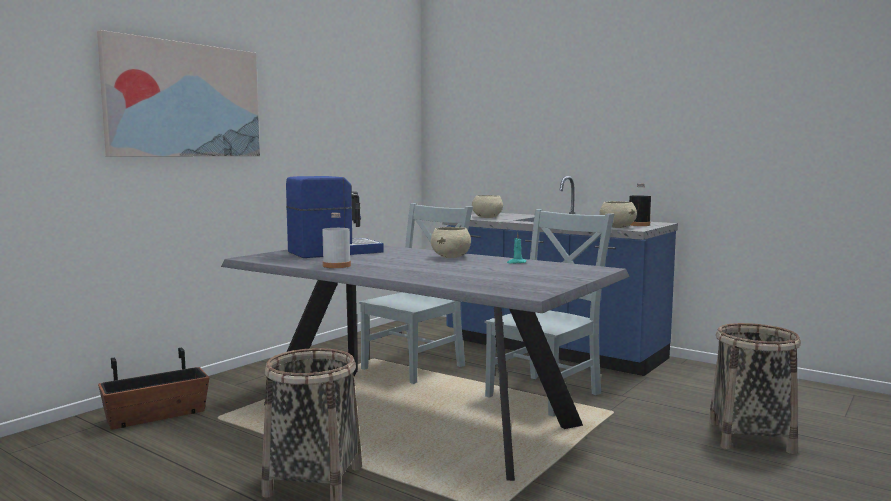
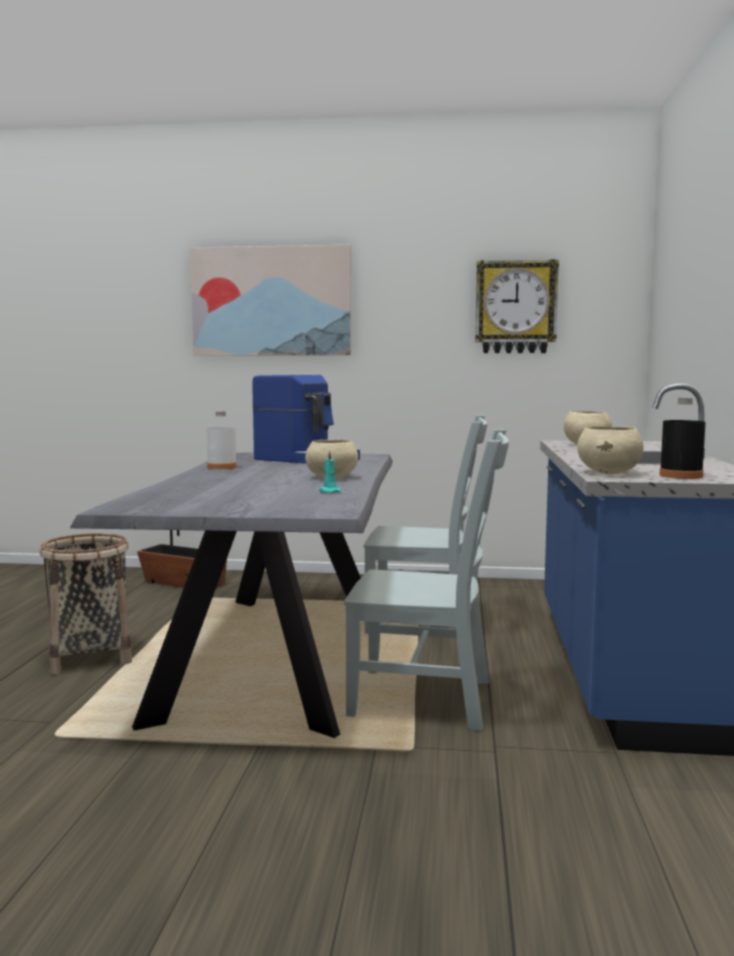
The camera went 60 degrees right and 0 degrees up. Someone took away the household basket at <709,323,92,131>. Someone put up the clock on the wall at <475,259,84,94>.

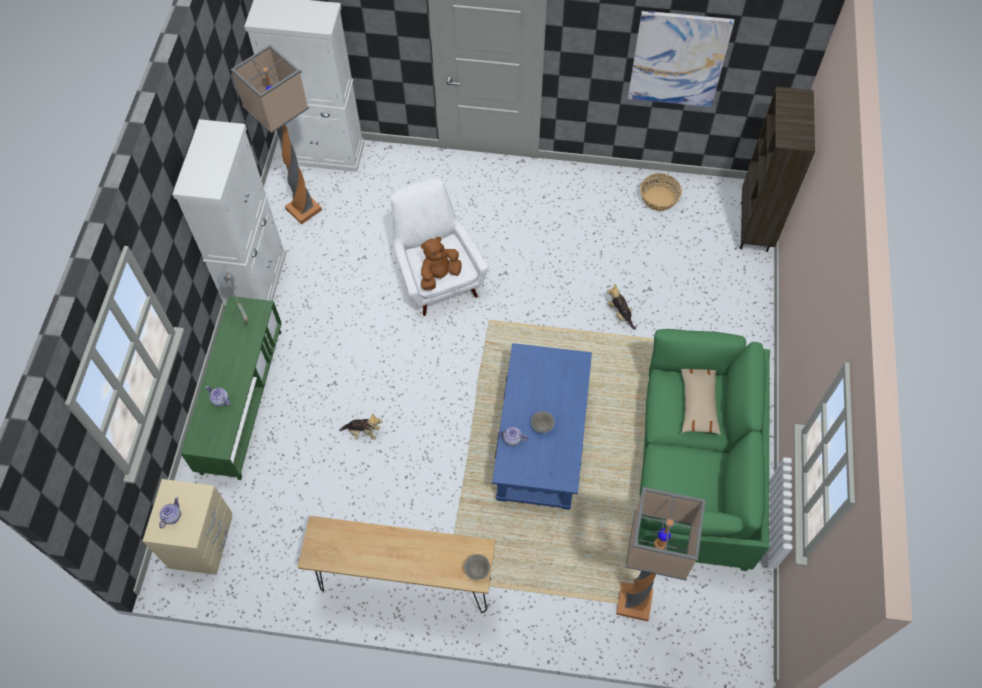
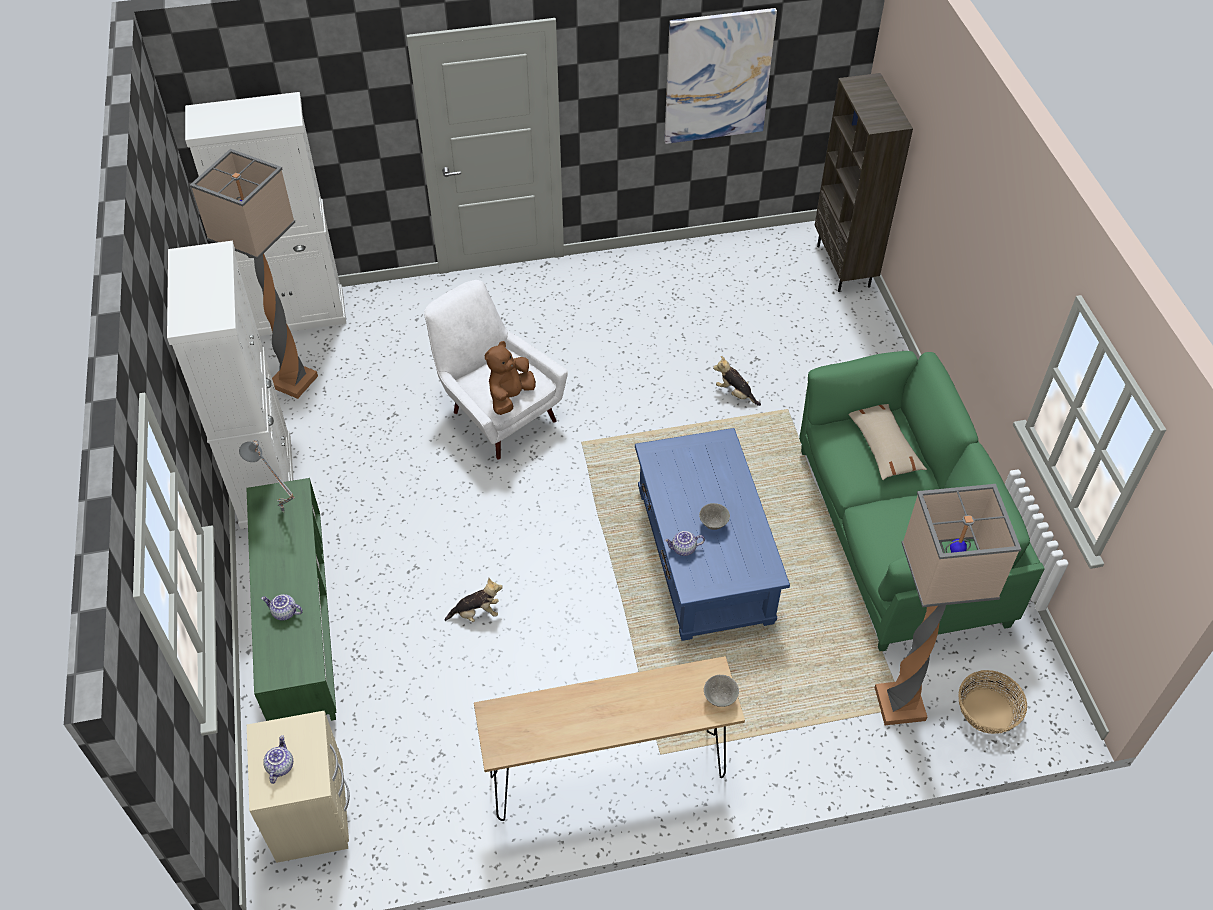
The camera went 20 degrees left and 10 degrees down. Someone carried the household basket from <640,173,42,38> to <959,670,68,64>.

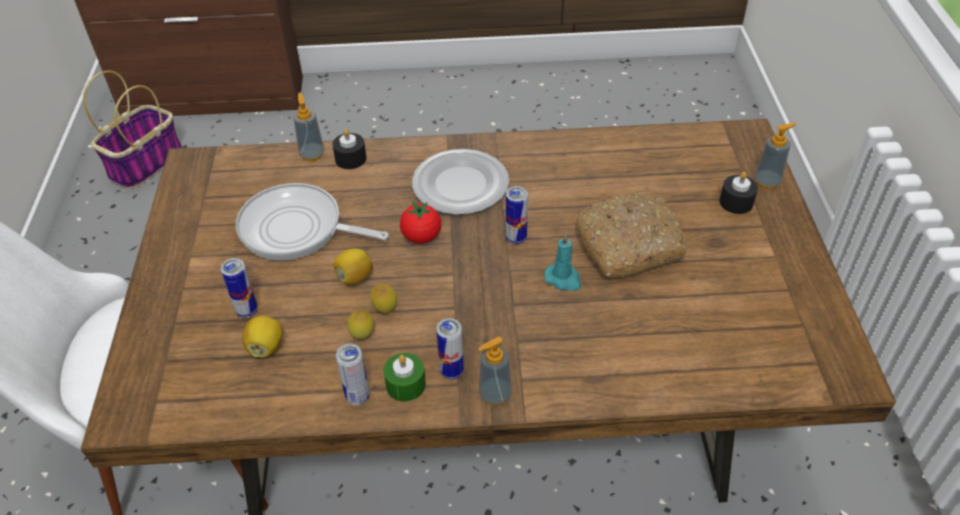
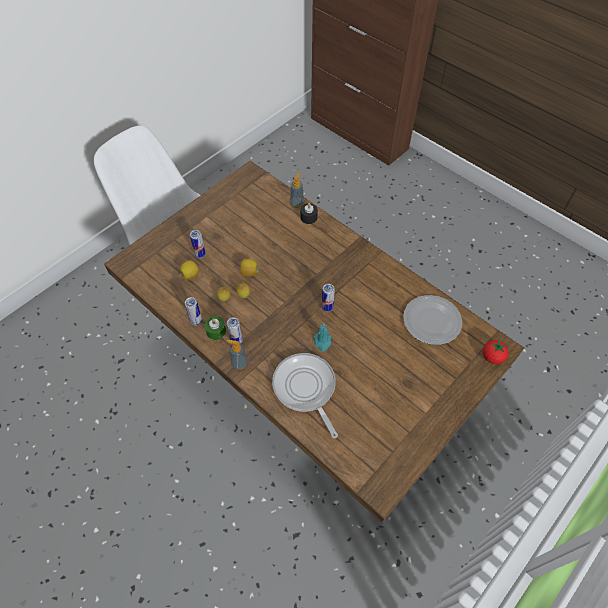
The camera went 45 degrees right and 10 degrees up. Someone took away the household basket at <83,71,99,118>. Someone took away the baked bread at <577,193,110,85>. Someone took away the black-coloured candle at <719,172,39,42>. Someone took away the liquid soap bottle at <754,123,42,66>. Someone carried the frying pan from <236,183,153,77> to <272,353,66,85>. Someone carried the fresh tomato from <400,202,41,42> to <483,339,25,25>. Someone carried the flat dish from <412,149,97,66> to <403,295,59,50>.

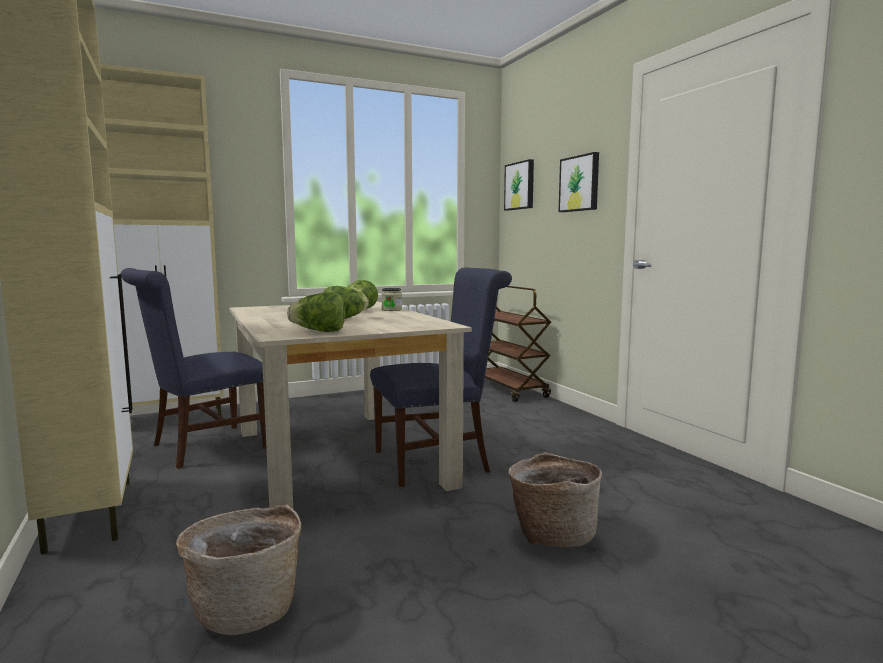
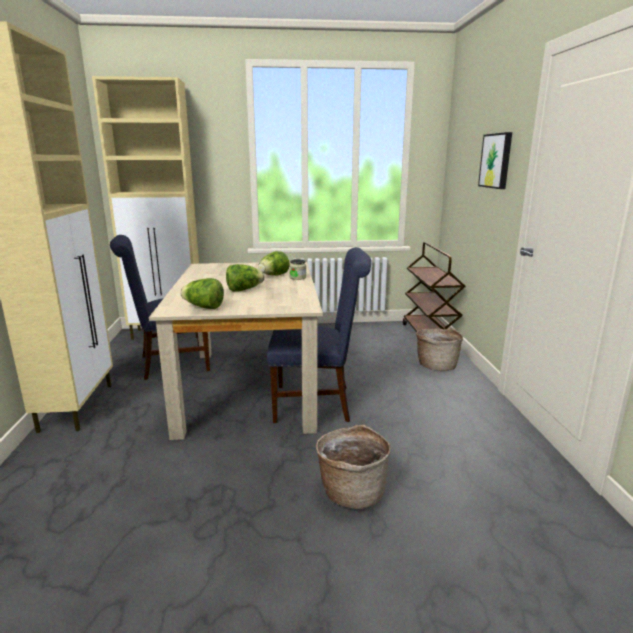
The camera went 20 degrees right and 10 degrees up. Someone took away the wall picture at <504,159,30,52>. Someone carried the household basket from <176,504,125,131> to <416,328,47,43>.

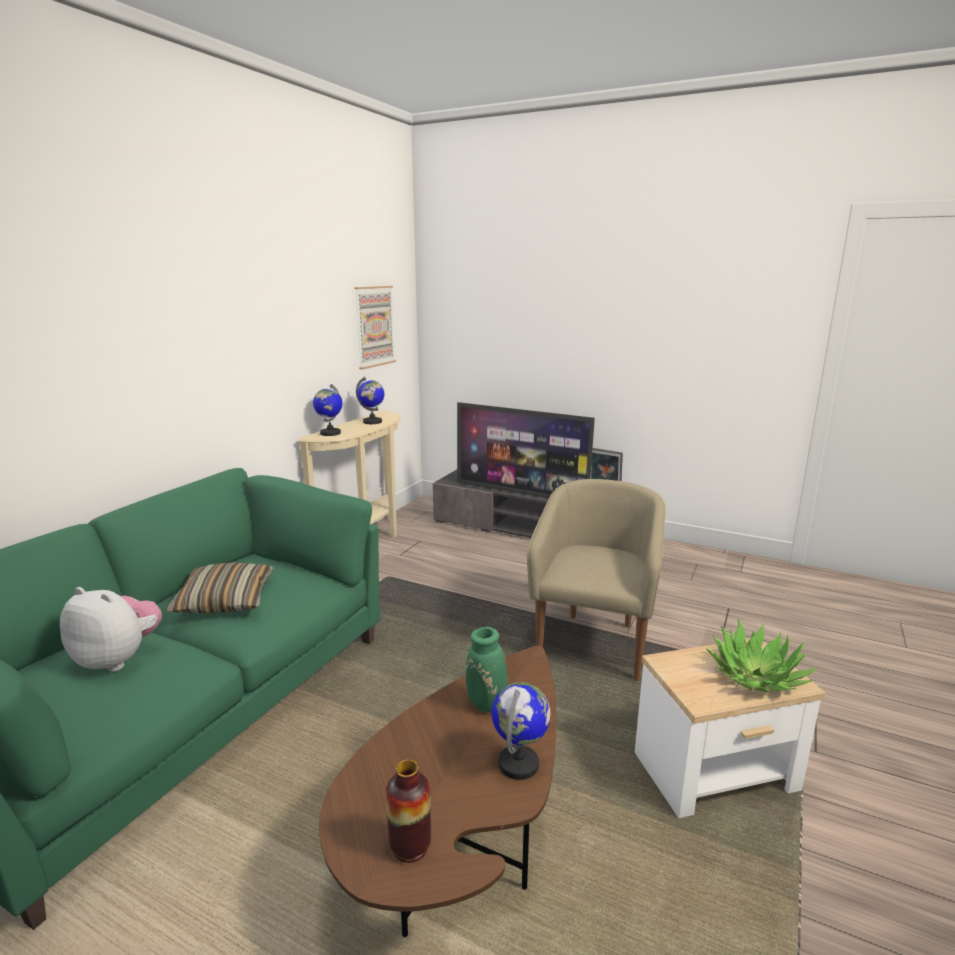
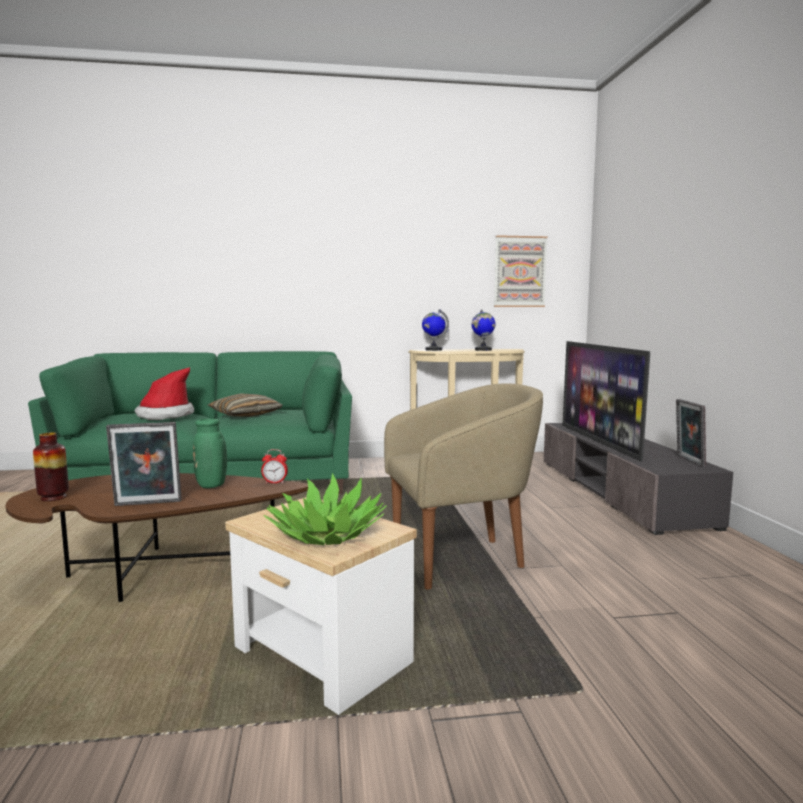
The camera went 55 degrees right and 10 degrees down. Someone put down the table clock at <261,449,27,35>. Someone swapped the cuddly toy at <60,587,102,85> for the clothing hat at <135,367,59,53>. Someone swapped the world globe at <492,682,59,98> for the photo frame at <106,422,76,84>.

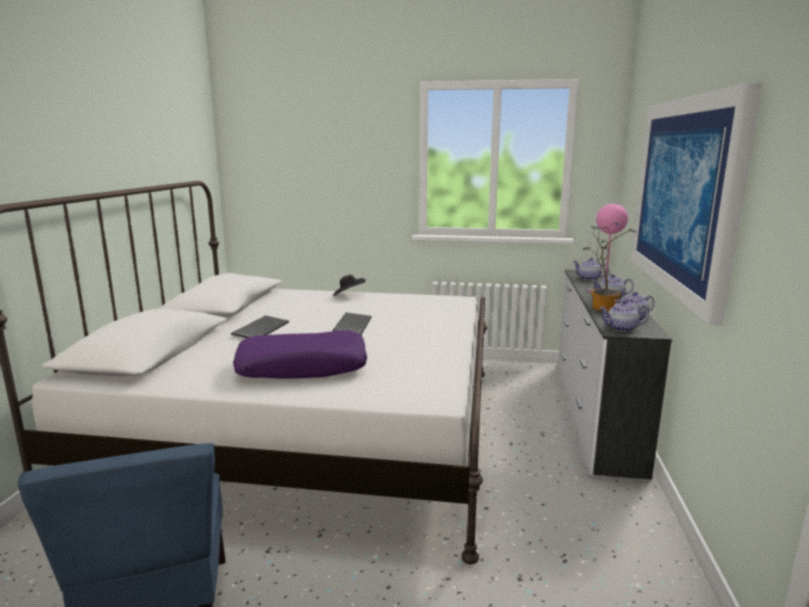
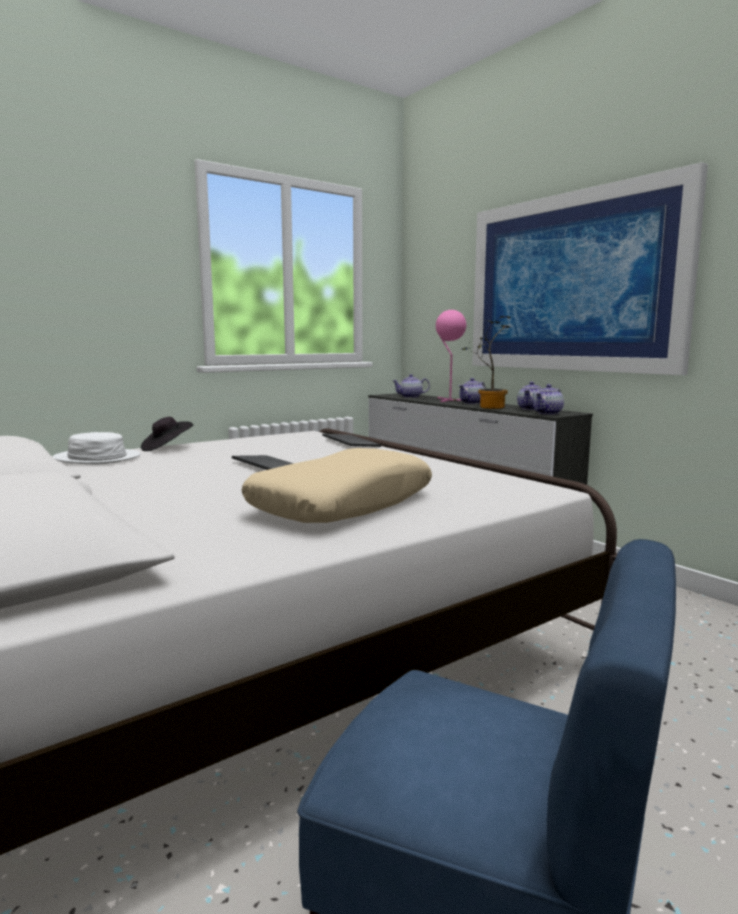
The camera went 45 degrees left and 5 degrees down. Someone put down the whitish clothing hat at <53,432,88,32>. Someone carried the computer keyboard from <231,315,58,23> to <322,434,59,13>. Someone repainted the purple pillow at <233,330,134,49>, which became the sand-coloured pillow at <242,448,190,75>.

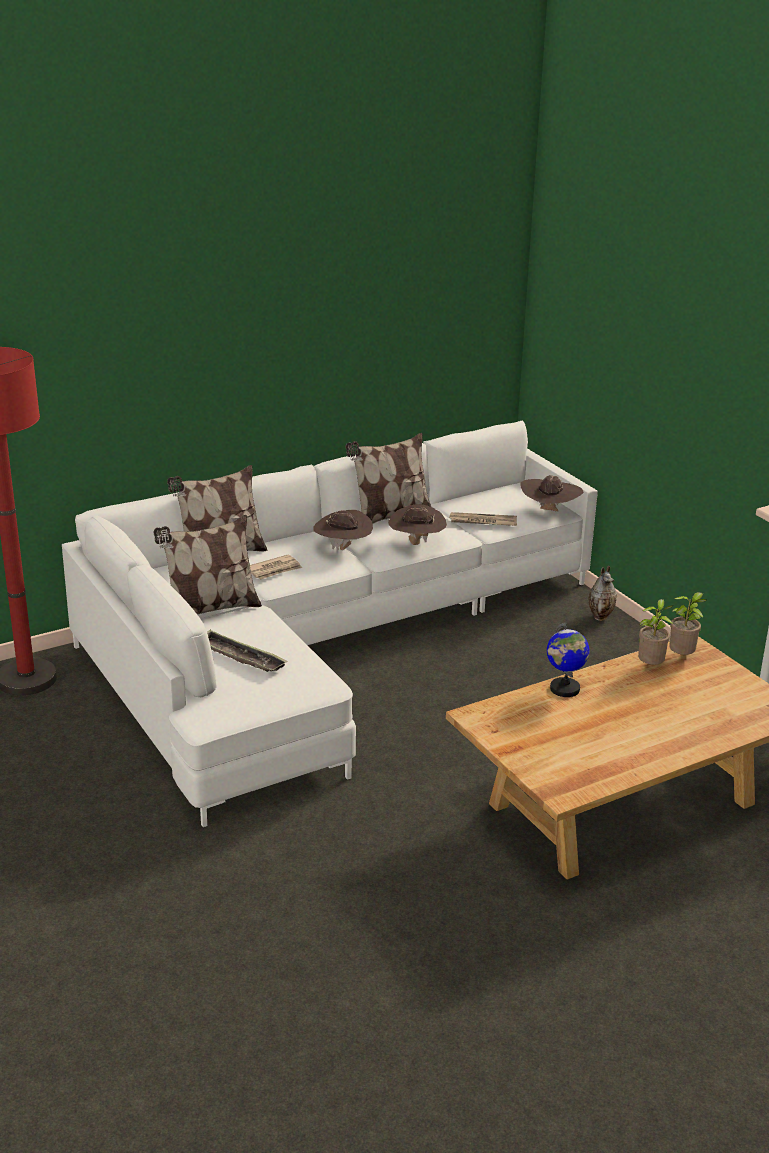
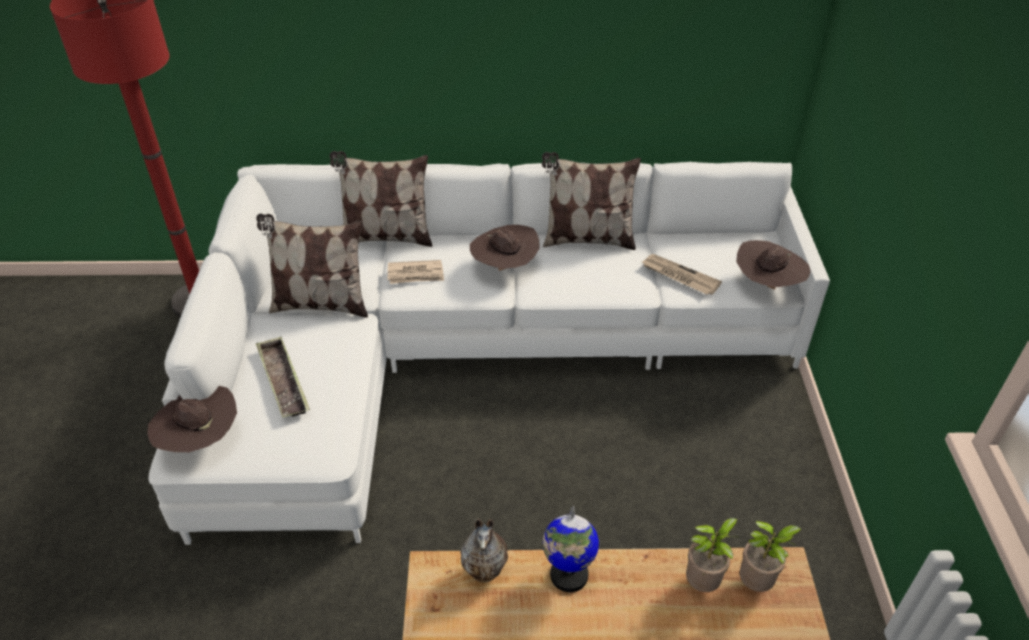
The camera went 30 degrees right and 15 degrees up. Someone carried the brownish clothing hat from <388,504,59,41> to <147,386,90,66>. Someone carried the flower vase from <588,566,29,55> to <460,519,48,64>.

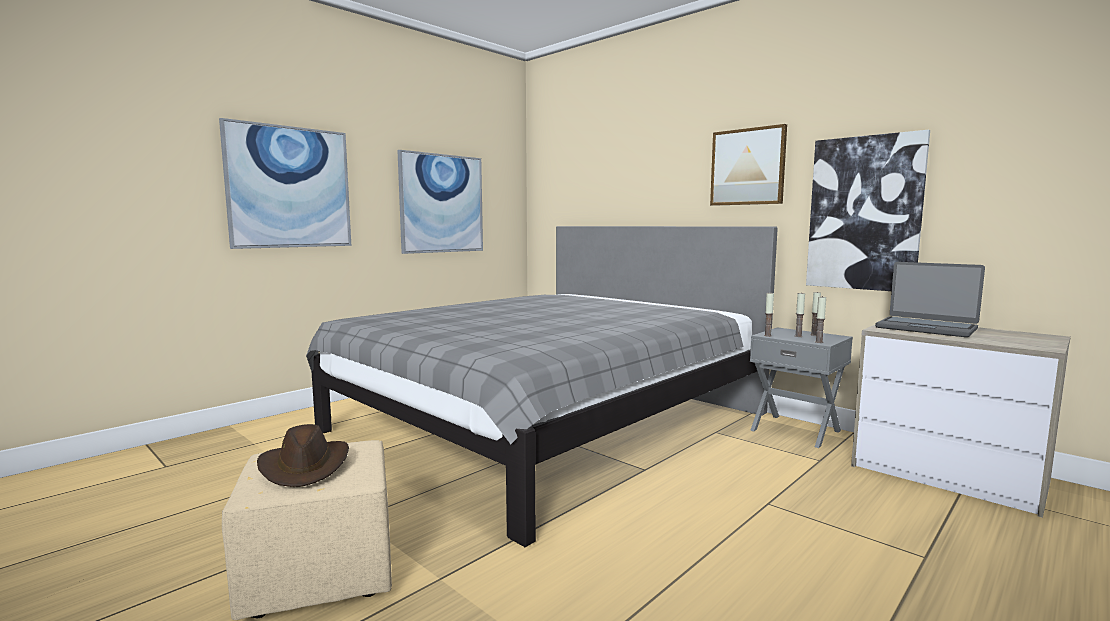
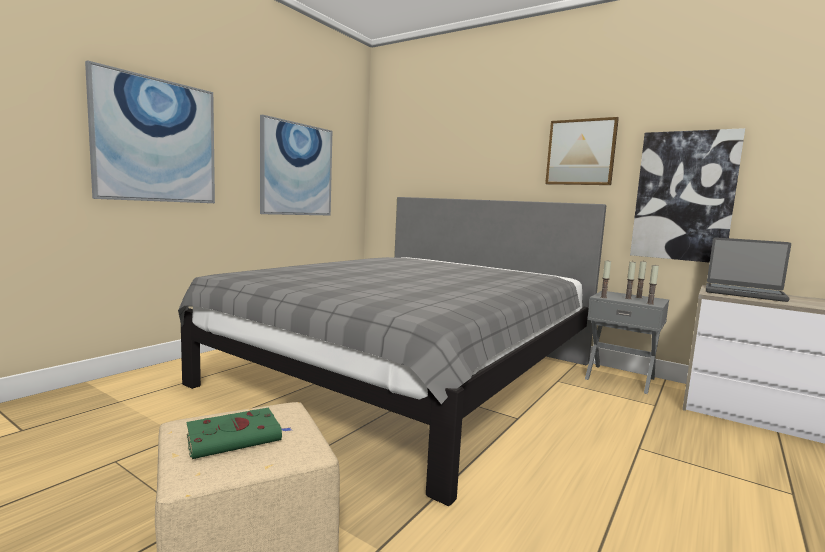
The camera went 10 degrees left and 0 degrees up. Someone swapped the brownish clothing hat at <257,424,92,63> for the greenish bound book at <186,407,105,52>.

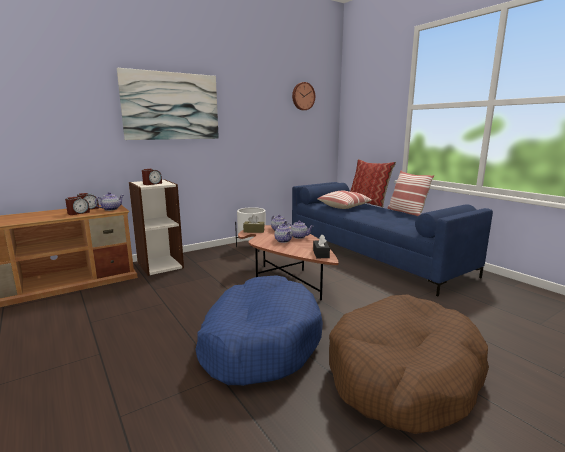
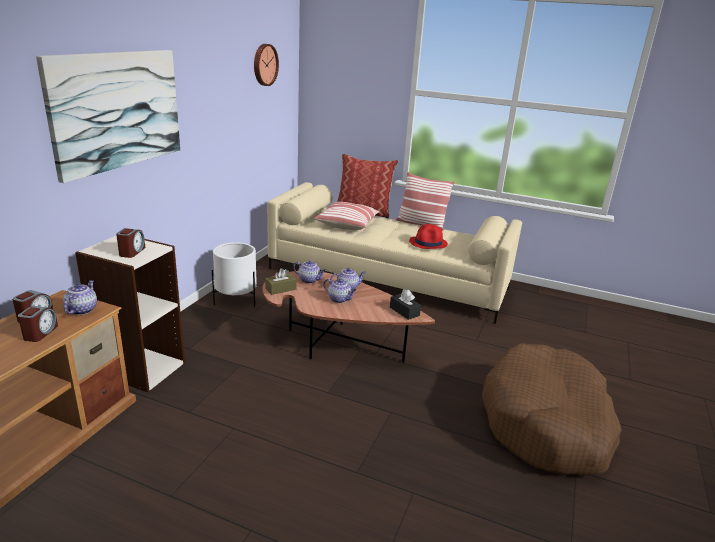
The camera went 35 degrees left and 10 degrees up. Someone took away the bluish pet bed at <195,275,128,111>. Someone put down the reddish clothing hat at <409,224,39,25>. Someone repainted the bluish couch at <292,182,201,114>, which became the sand-coloured couch at <267,182,255,142>.

